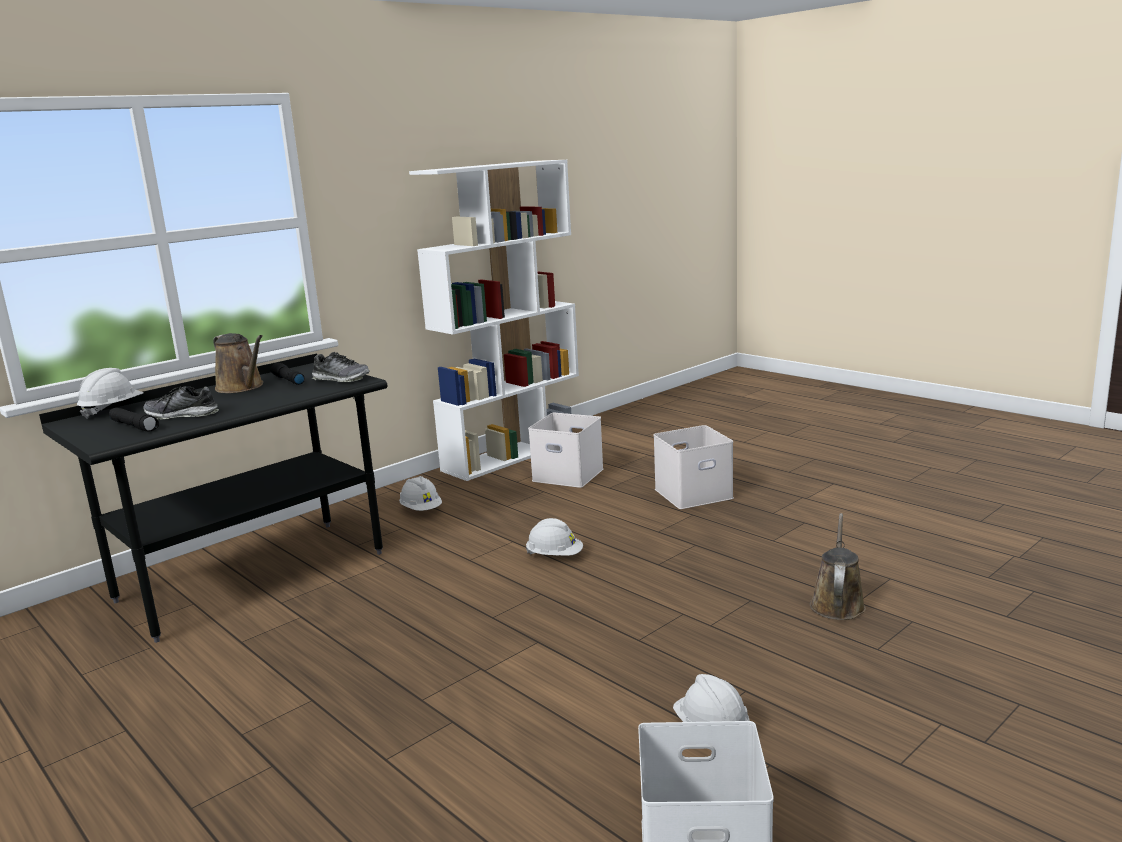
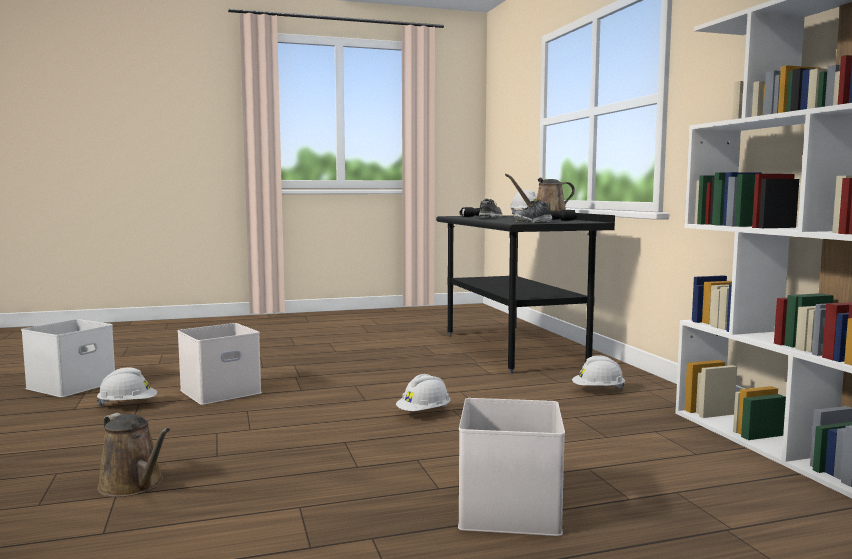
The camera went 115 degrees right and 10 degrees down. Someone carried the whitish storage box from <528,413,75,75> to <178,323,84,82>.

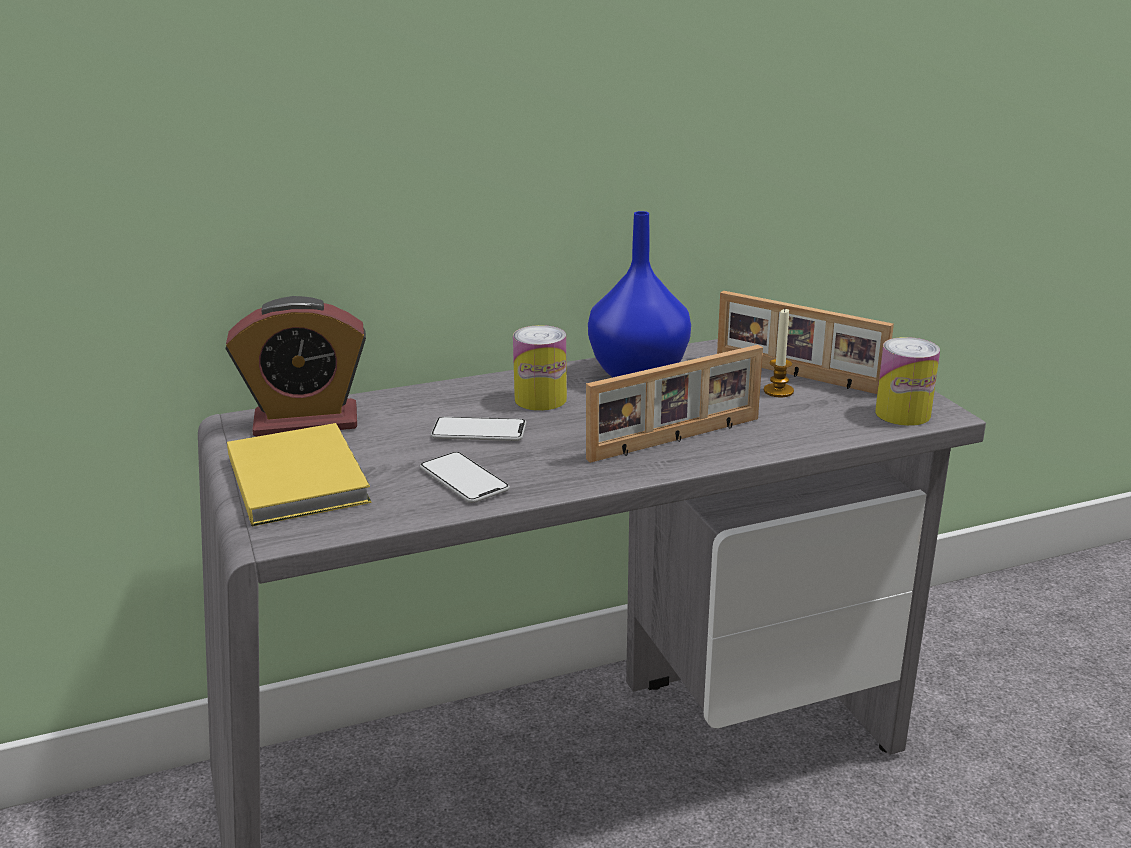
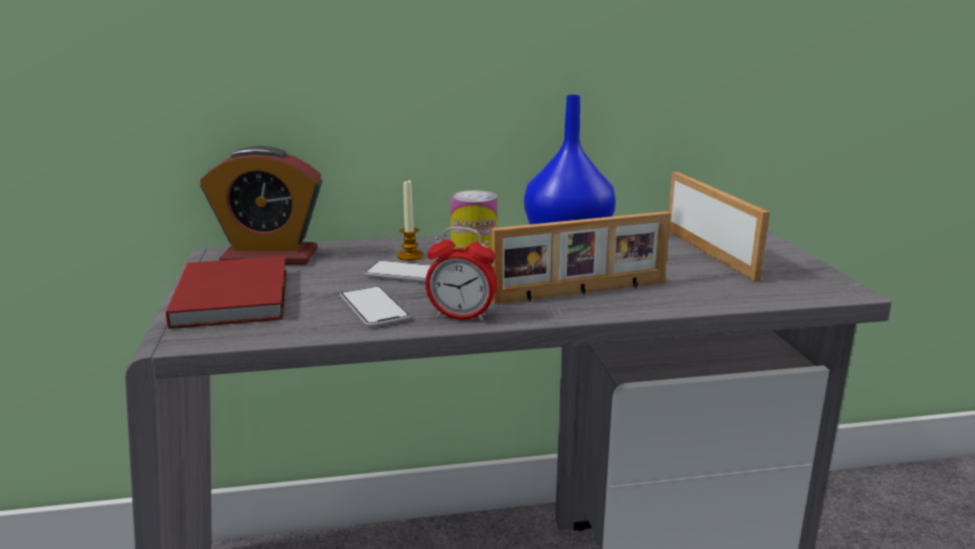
The camera went 10 degrees right and 5 degrees down. Someone took away the can at <875,337,65,89>. Someone put down the table clock at <425,227,72,94>. Someone carried the candle from <764,309,30,88> to <397,179,27,82>. Someone repainted the yellow bound book at <227,423,144,103>, which became the reddish bound book at <166,256,121,73>. Someone rotated the photo frame at <717,291,177,103> by 150 degrees counterclockwise.

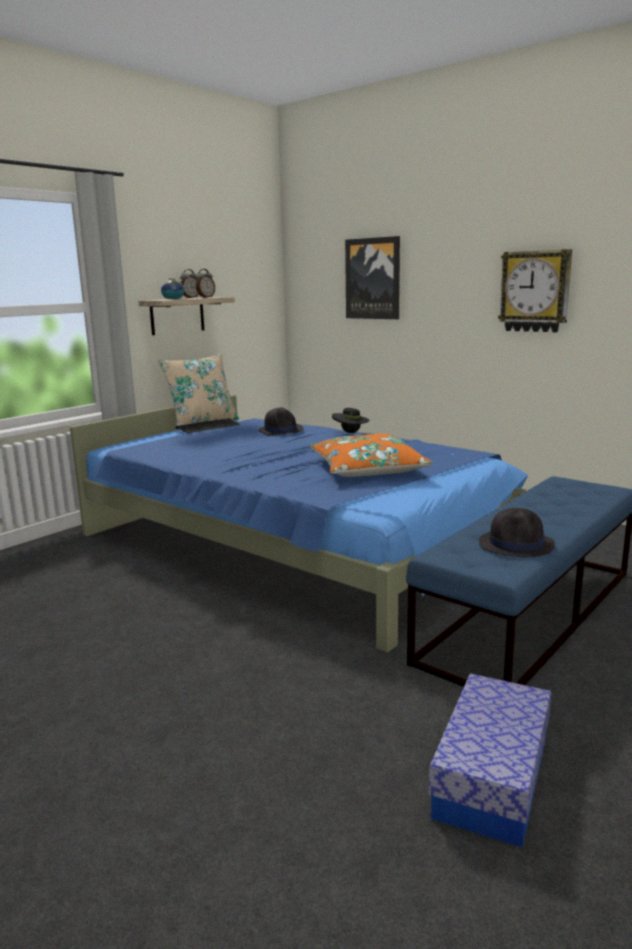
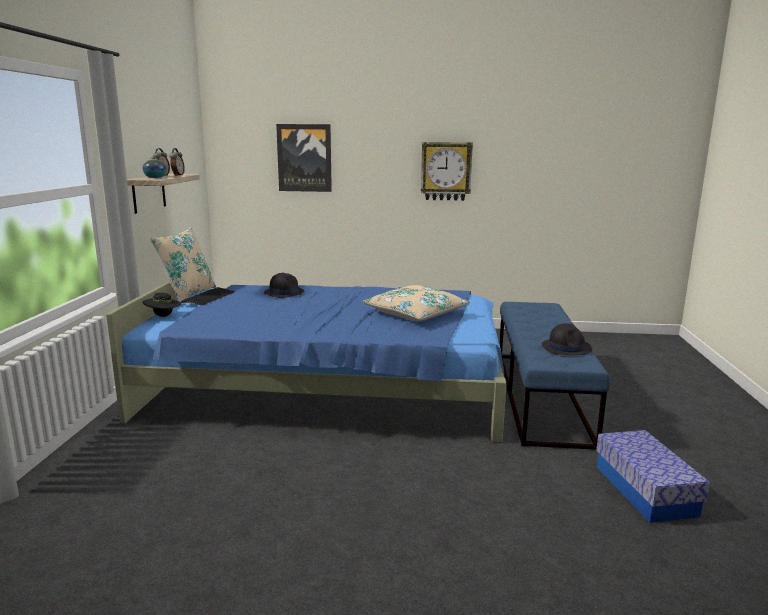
The camera went 35 degrees left and 0 degrees up. Someone carried the black-coloured clothing hat from <332,408,37,25> to <143,293,38,24>. Someone repainted the orange pillow at <309,434,124,43>, which became the sand-coloured pillow at <362,285,108,36>.

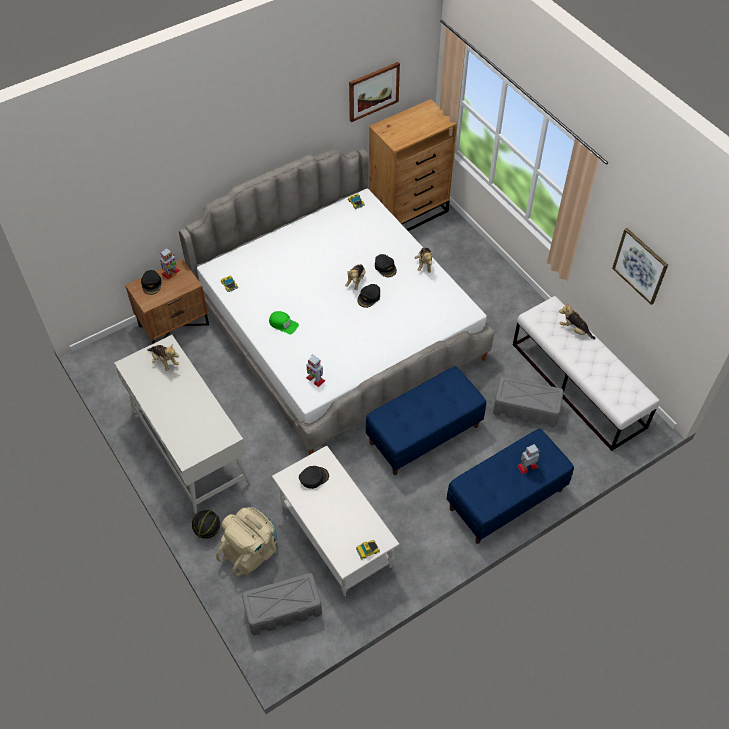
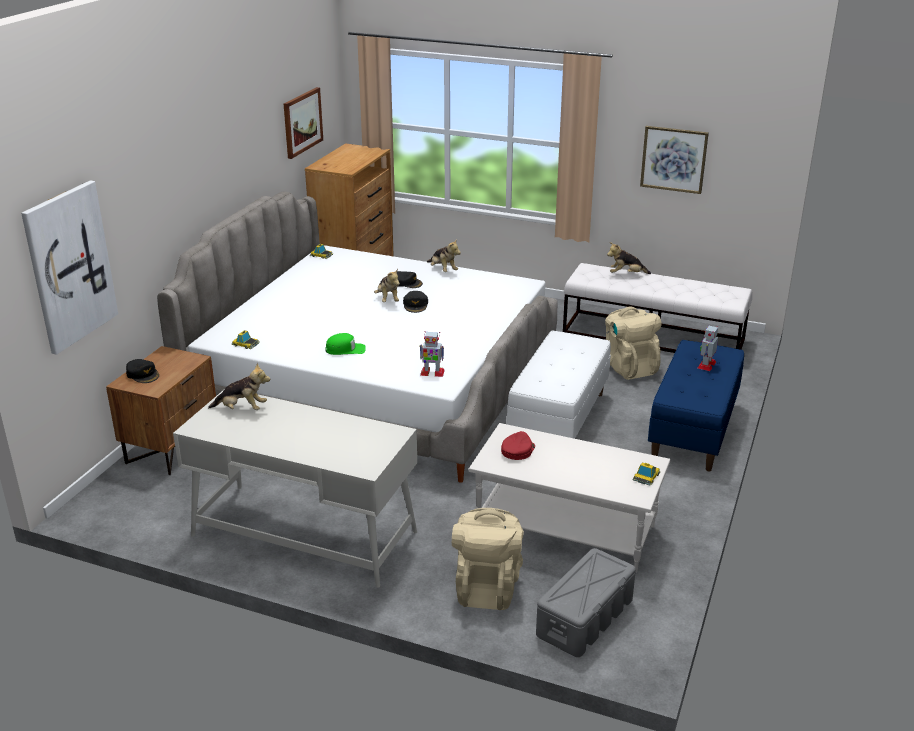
The camera went 35 degrees left and 25 degrees down. Someone took away the model robot at <160,247,20,32>. Someone took away the basketball ball at <192,510,28,29>. Someone put up the wall picture at <21,180,97,175>. Someone swapped the gray storage box at <493,376,71,51> for the sand-coloured backpack at <605,307,56,73>. Someone repainted the black-coloured baseball cap at <299,466,30,23>, which became the reddish baseball cap at <501,431,34,29>. Someone repainted the bluish long seat at <366,366,120,109>, which became the whitish long seat at <507,330,104,109>.

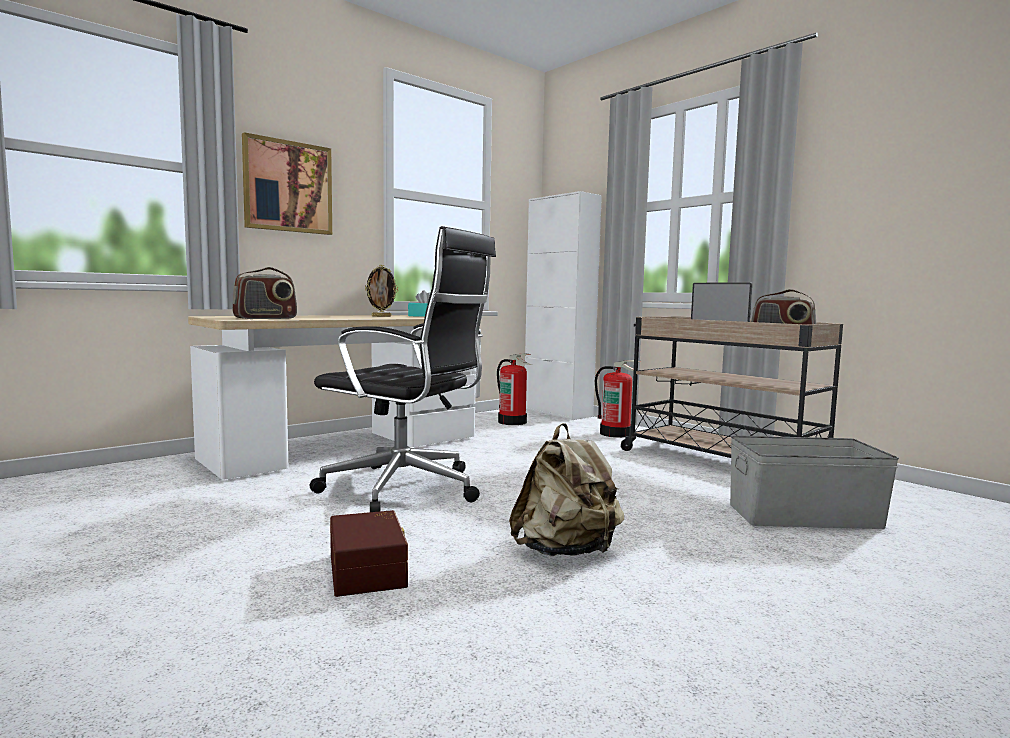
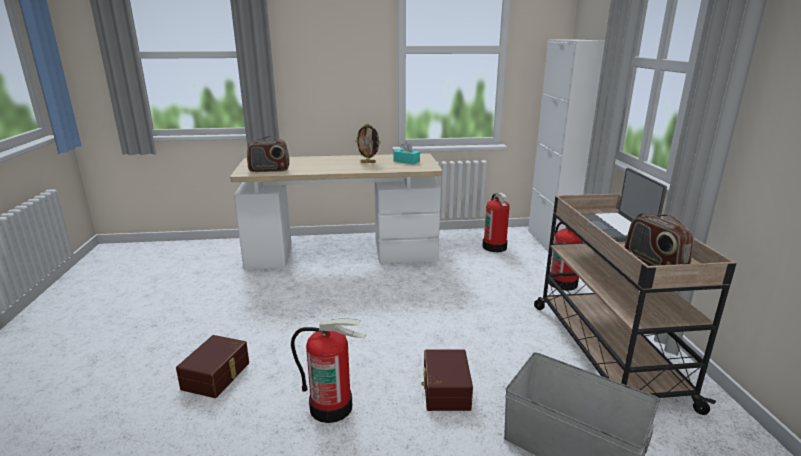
The camera went 35 degrees right and 15 degrees up. Someone took away the wall picture at <242,132,90,103>. Someone took away the black-coloured desk chair at <309,226,187,286>. Someone put down the brownish storage box at <421,349,52,62>. Someone swapped the sand-coloured backpack at <509,423,115,133> for the extinguisher at <291,319,75,104>.

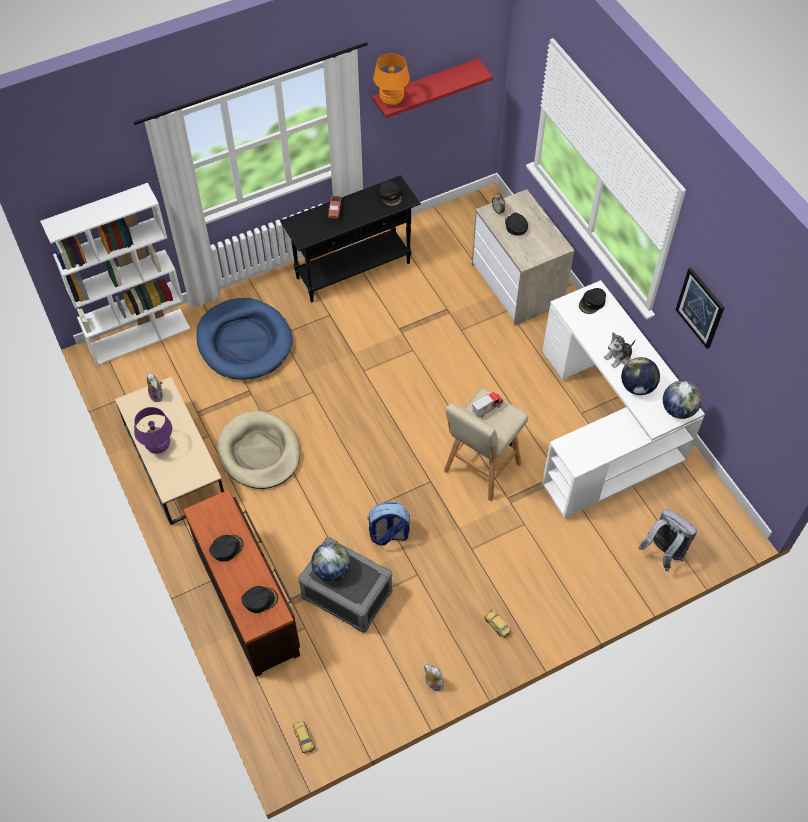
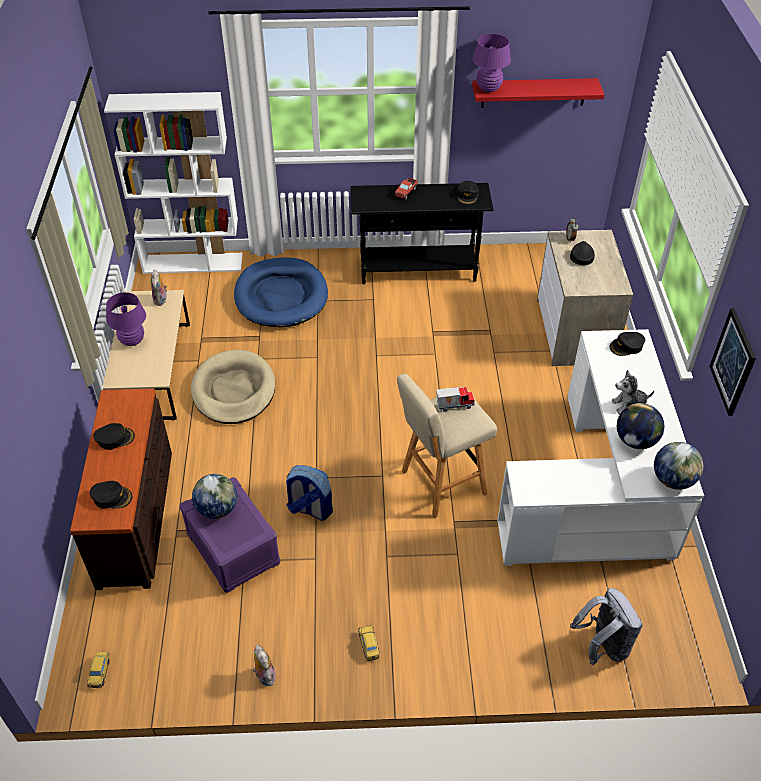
The camera went 25 degrees right and 10 degrees down. Someone repainted the gray storage box at <298,537,95,96>, which became the purple storage box at <180,477,100,116>. Someone repainted the orange table lamp at <373,53,37,53>, which became the purple table lamp at <472,34,39,58>.

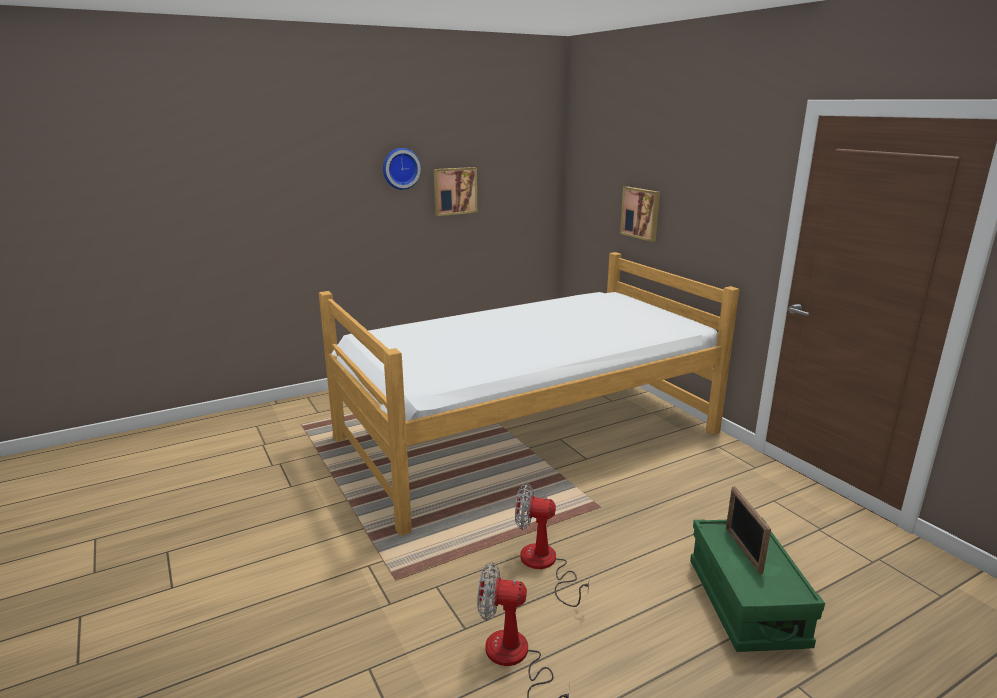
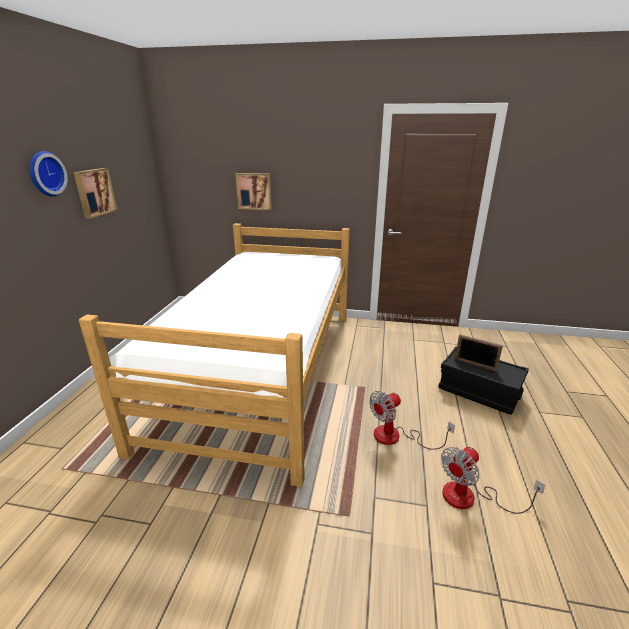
The camera went 50 degrees left and 5 degrees up. Someone repainted the greenish storage box at <690,517,135,135>, which became the black-coloured storage box at <438,346,91,69>.

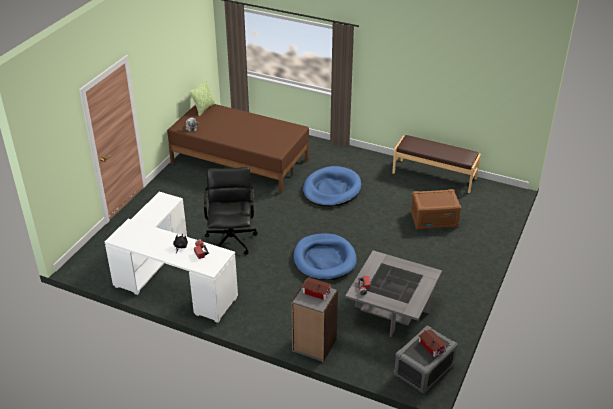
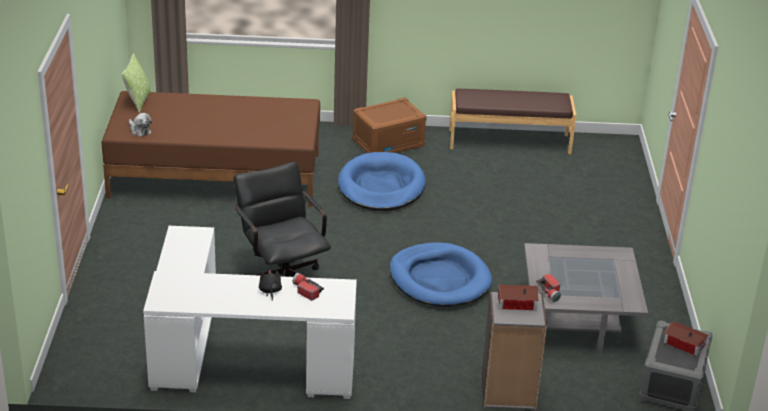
The camera went 25 degrees left and 5 degrees down. Someone carried the brownish storage box from <410,189,51,41> to <352,98,75,55>.

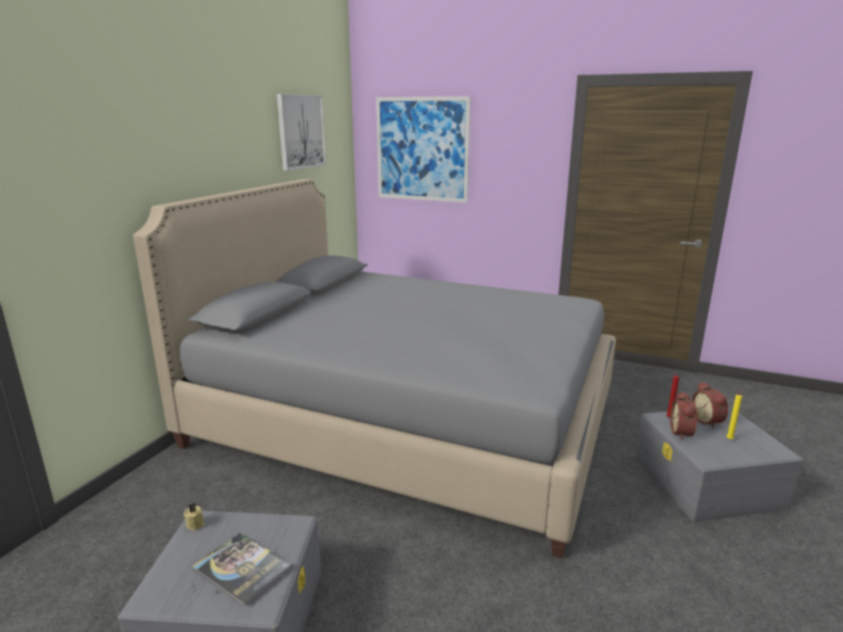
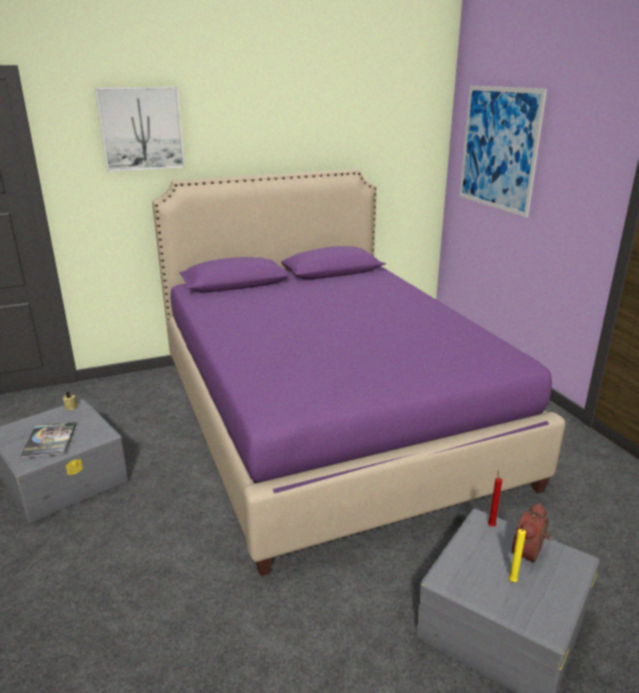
The camera went 45 degrees right and 5 degrees up. Someone took away the table clock at <670,391,27,49>. Someone carried the wall picture from <277,94,49,77> to <95,87,90,85>. Someone repainted the gray sleeping bed at <133,179,483,379>, which became the purple sleeping bed at <152,169,413,407>.

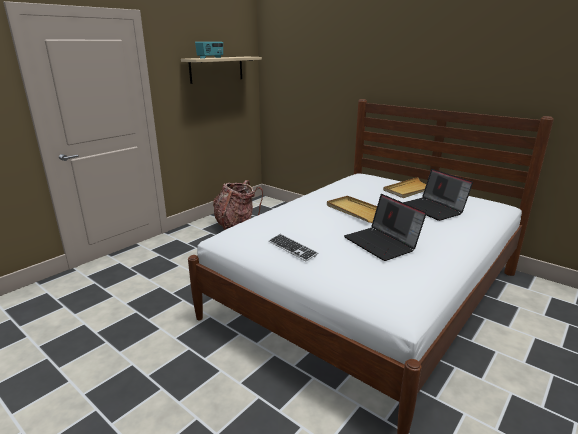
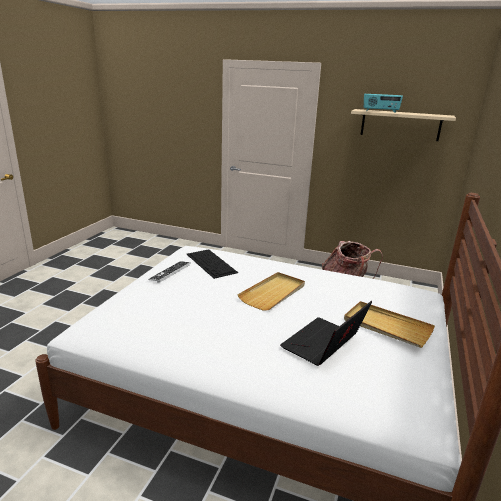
The camera went 70 degrees right and 0 degrees up. Someone took away the portable computer at <344,194,83,67>. Someone put down the computer keyboard at <187,249,51,30>.

